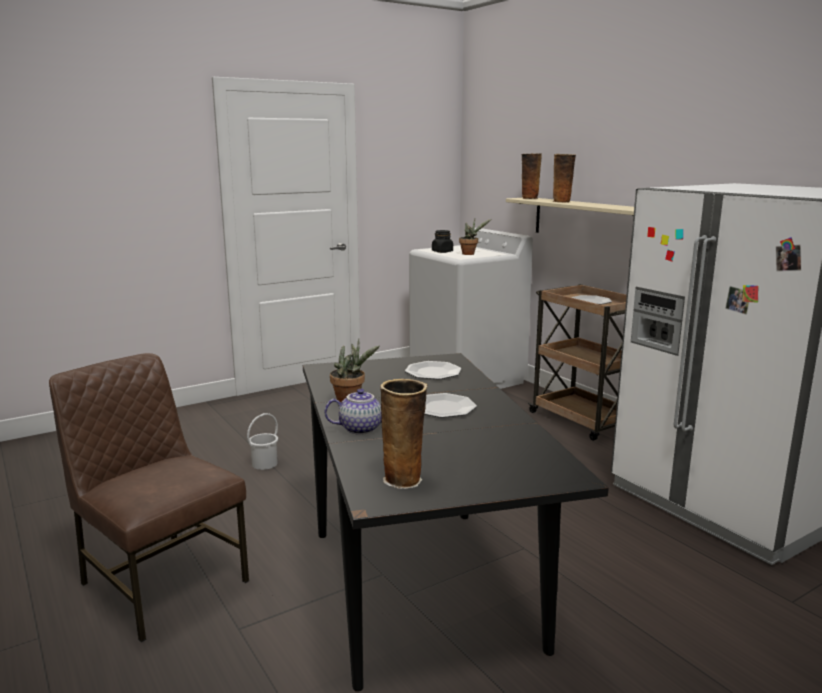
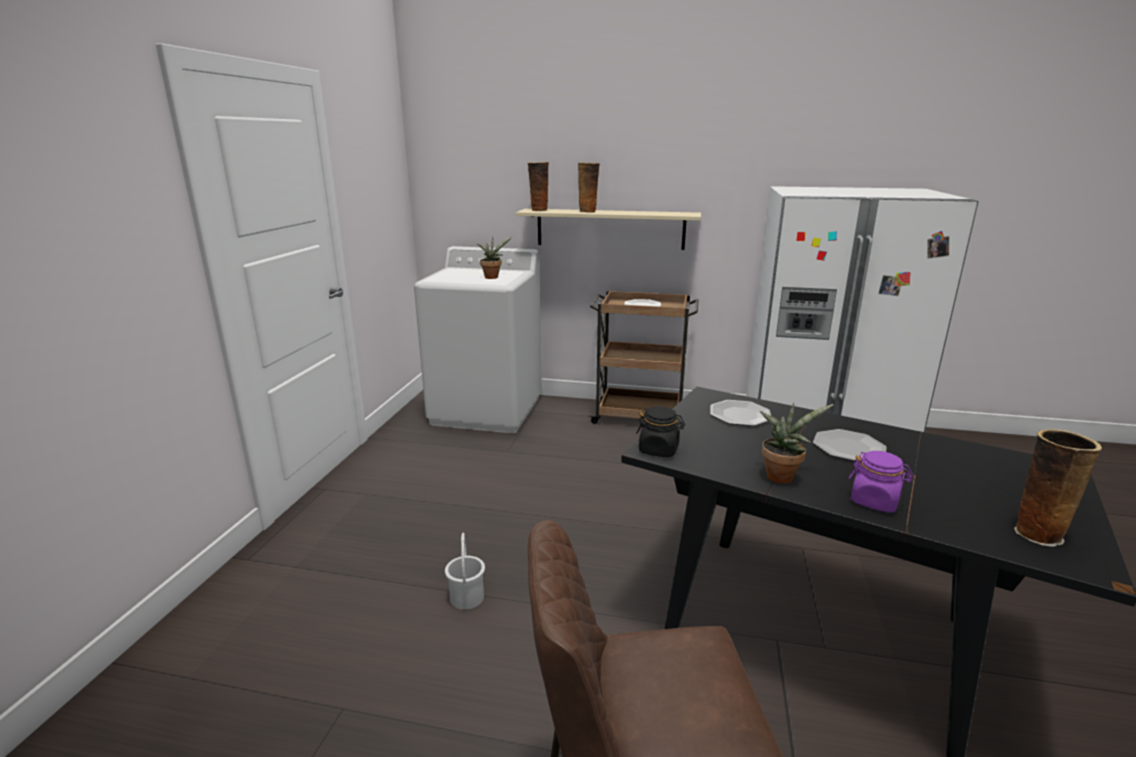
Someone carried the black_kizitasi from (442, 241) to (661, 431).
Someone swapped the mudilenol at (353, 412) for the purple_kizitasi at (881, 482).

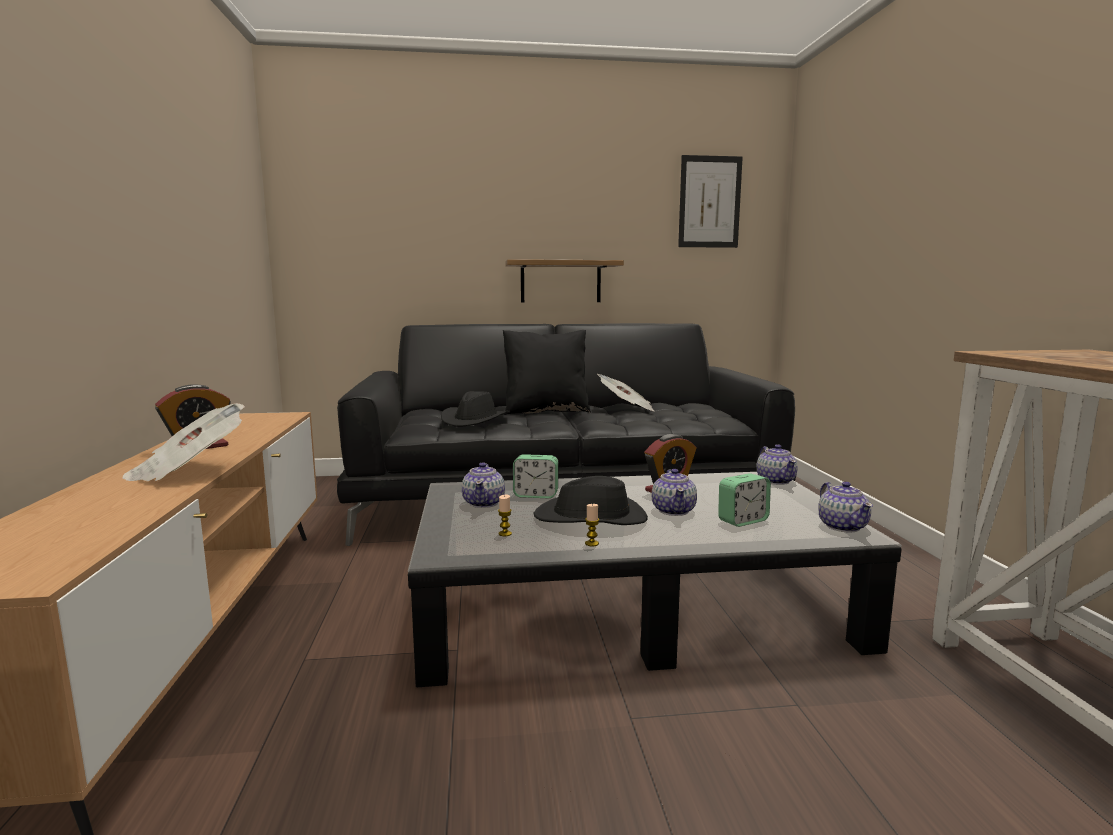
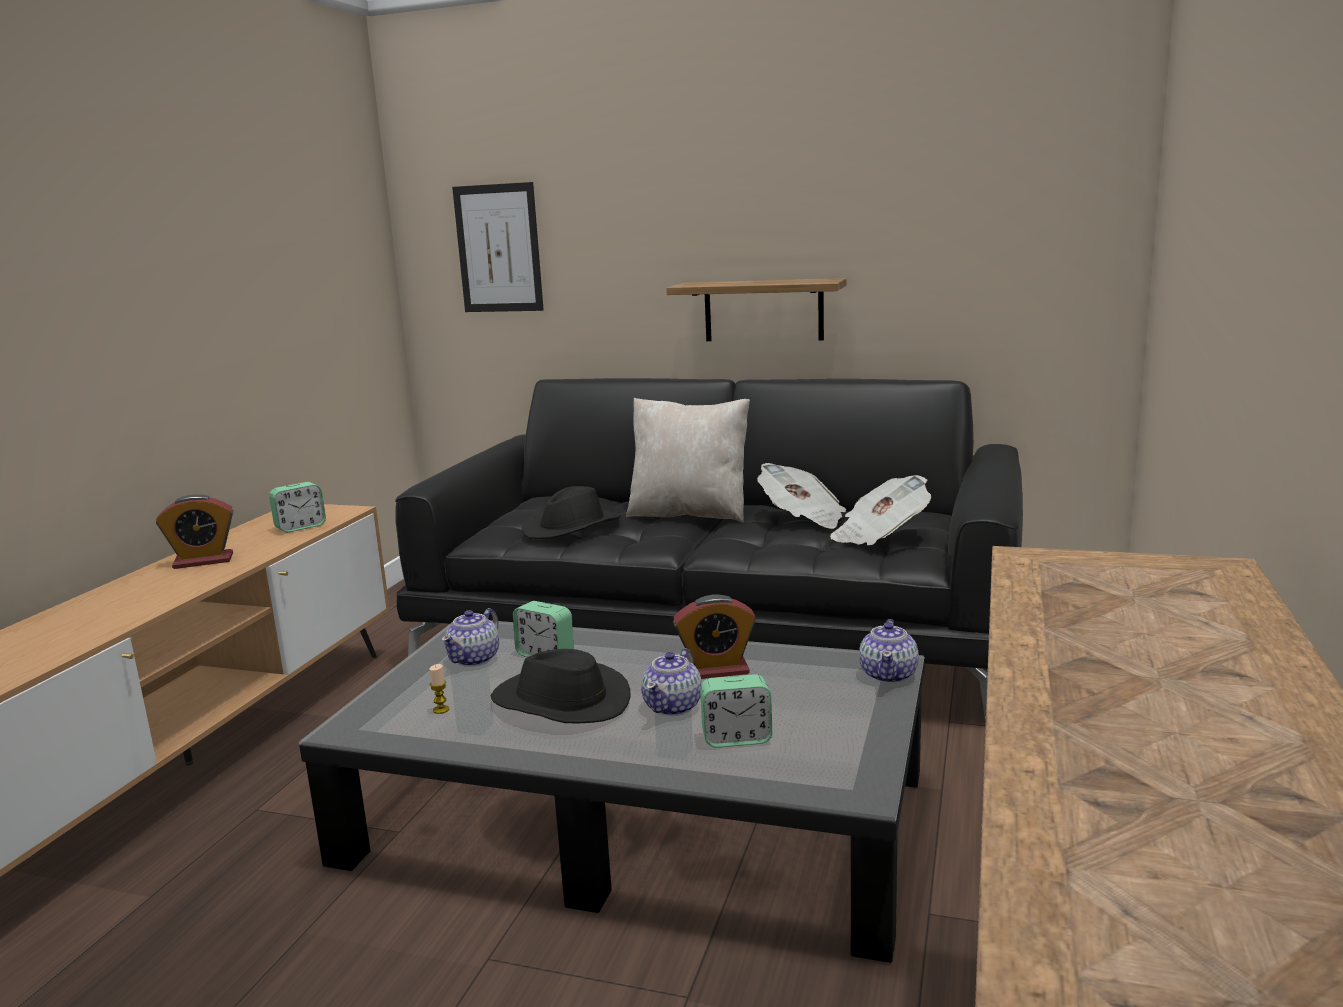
Someone put down the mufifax at (297, 507).
Someone carried the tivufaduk from (710, 201) to (498, 247).
Someone repainted the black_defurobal at (547, 372), which became the beige_defurobal at (688, 460).
Someone carried the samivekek from (183, 442) to (880, 510).
Someone took away the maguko at (592, 525).
Someone took away the mudilenol at (845, 506).

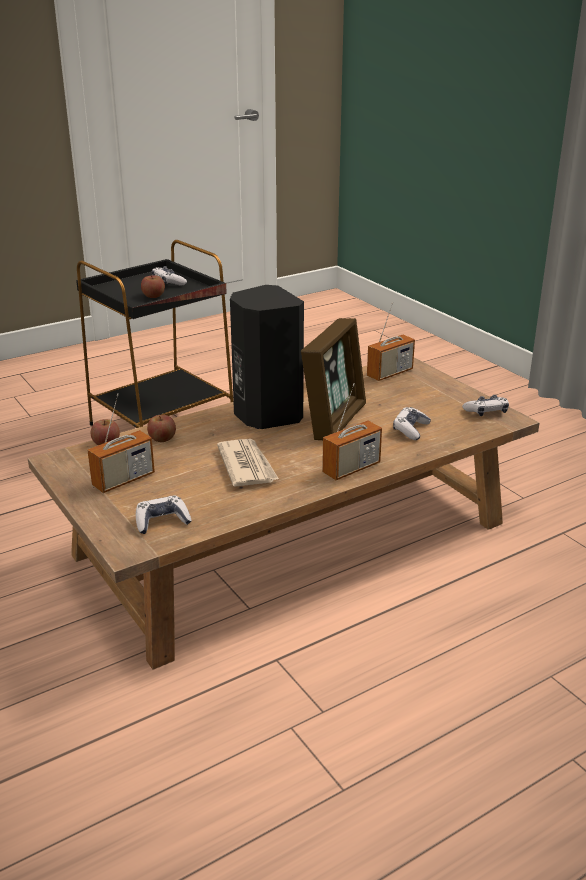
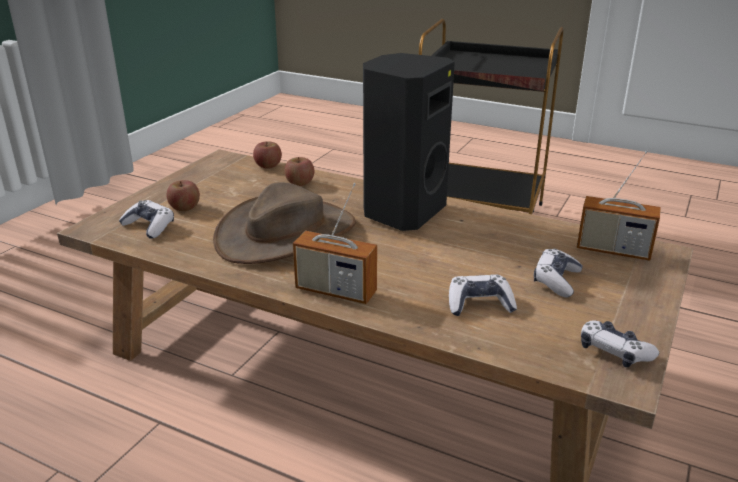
Someone carried the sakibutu from (153, 286) to (183, 195).
Someone swapped the samivekek at (248, 463) for the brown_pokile at (284, 223).
Someone carried the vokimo from (169, 276) to (558, 273).
Someone took away the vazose at (121, 443).
Someone took away the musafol at (333, 379).

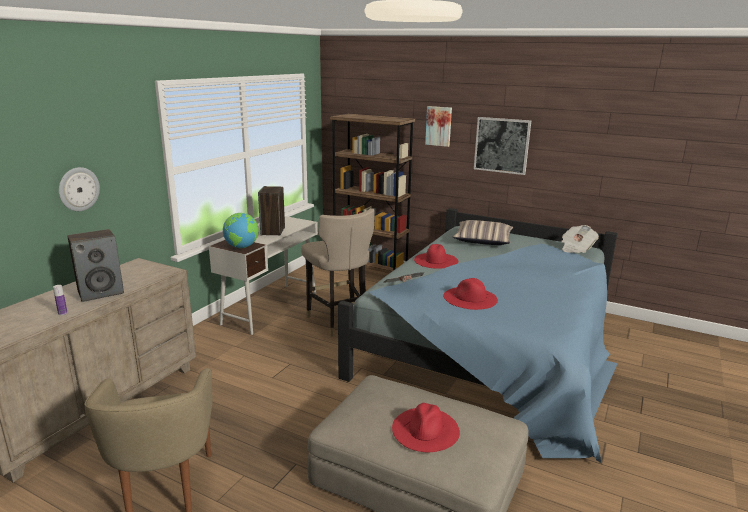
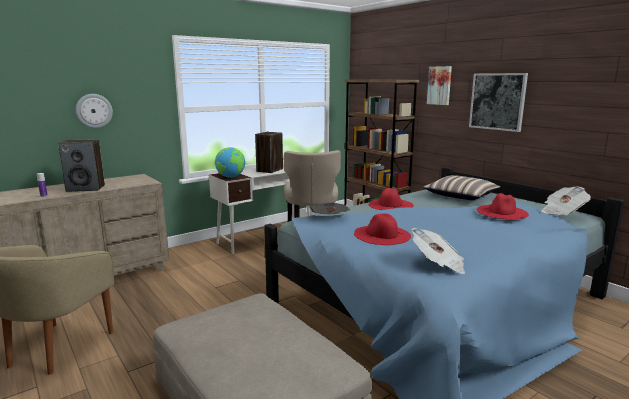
Someone put down the samivekek at (438, 251).
Someone carried the red_pokile from (426, 427) to (503, 206).

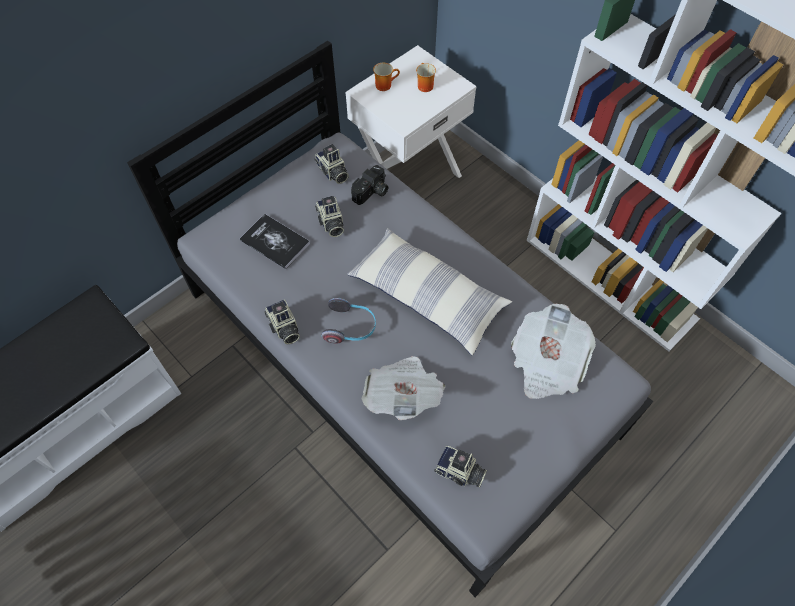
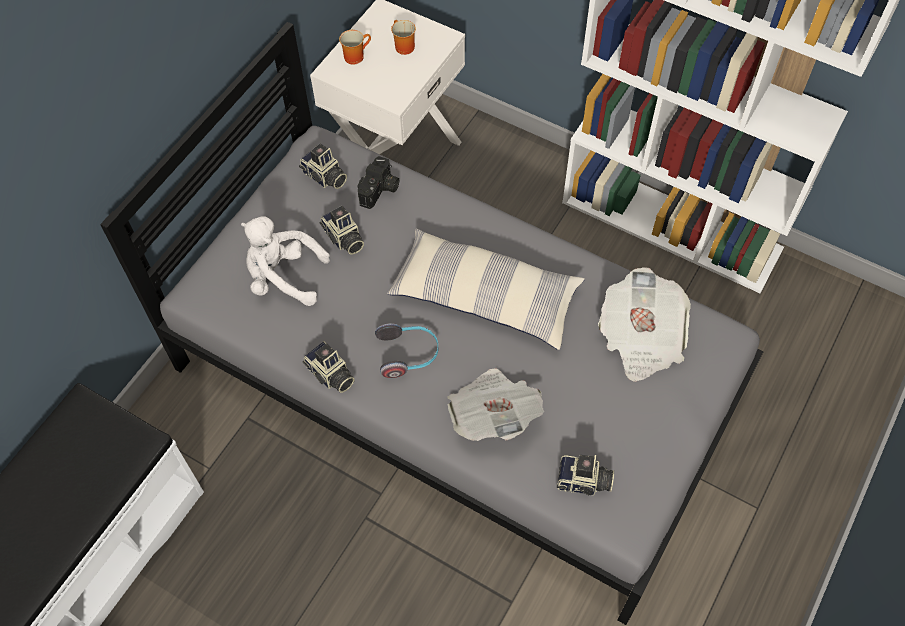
Someone swapped the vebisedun at (275, 241) for the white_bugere at (285, 261).

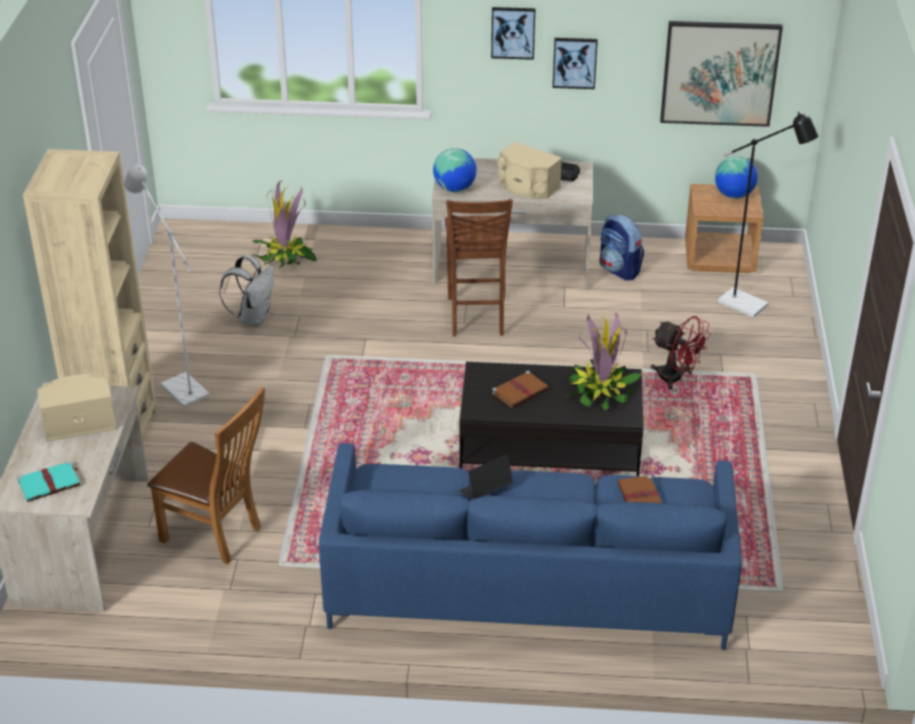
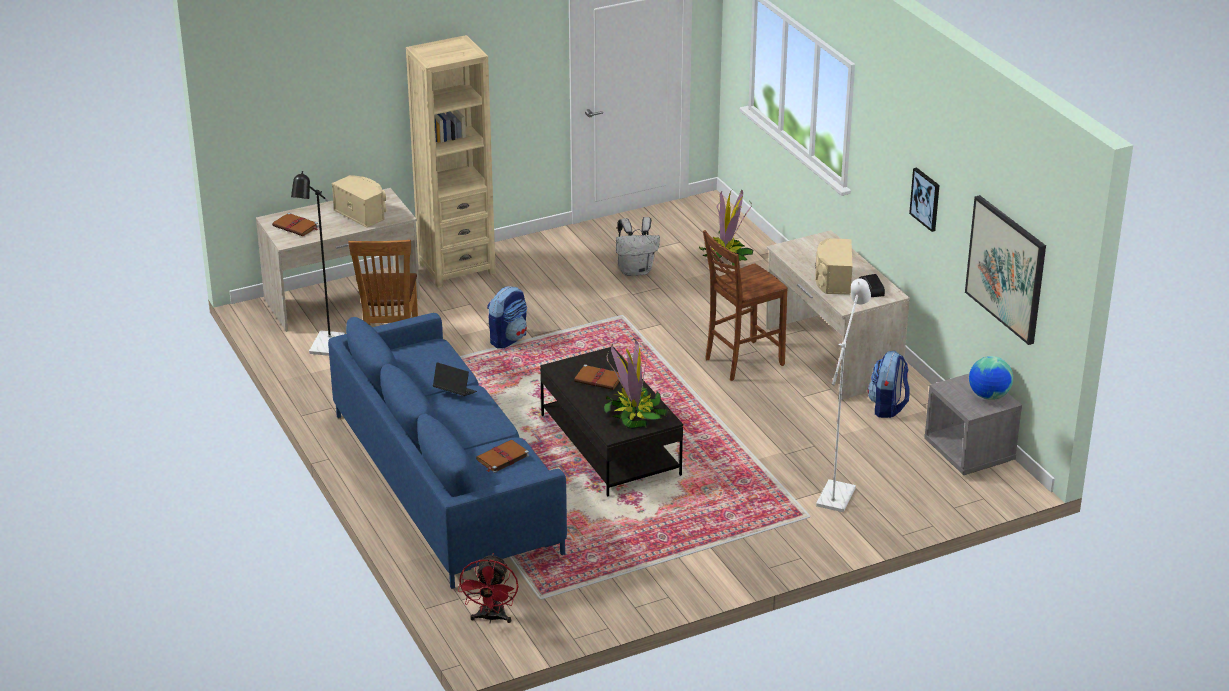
Someone repainted the turquoise_vebisedun at (48, 481), which became the brown_vebisedun at (295, 224).
Someone carried the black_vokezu from (768, 215) to (318, 263).
Someone carried the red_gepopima from (681, 352) to (488, 588).
Someone put down the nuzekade at (507, 317).
Someone carried the white_vokezu from (167, 286) to (843, 395).
Someone repainted the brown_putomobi at (724, 228), which became the grey_putomobi at (973, 424).
Someone took away the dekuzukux at (455, 170).
Someone took away the tivufaduk at (513, 33).

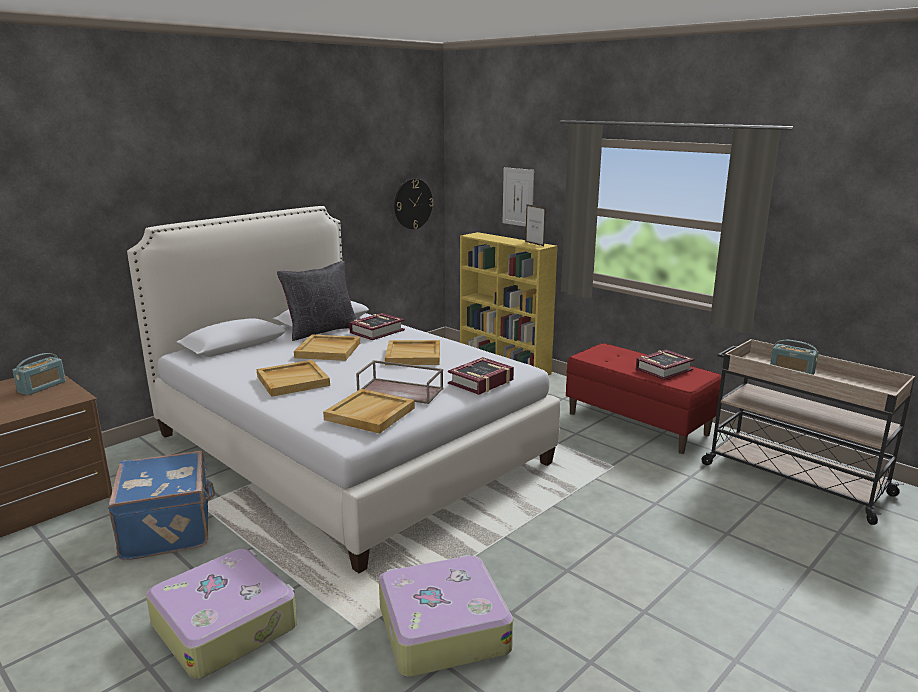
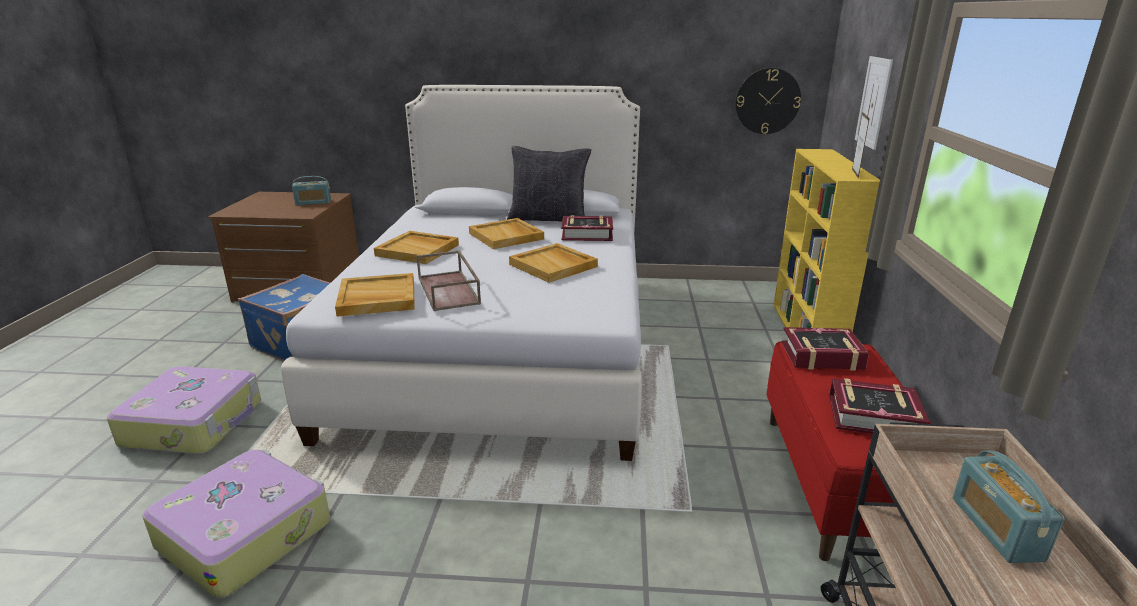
Someone carried the vebisedun from (481, 376) to (825, 349).

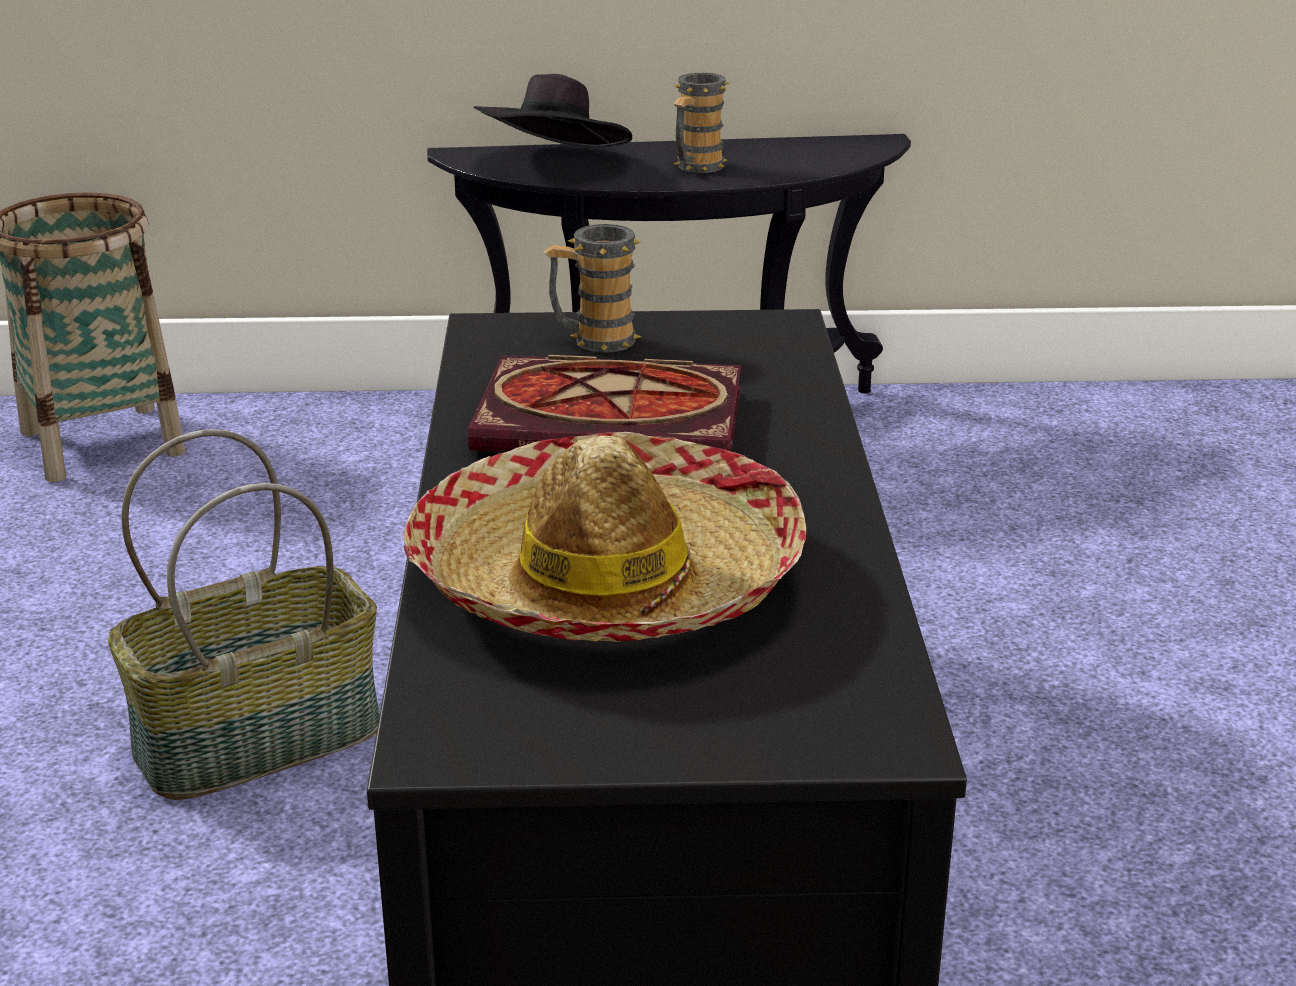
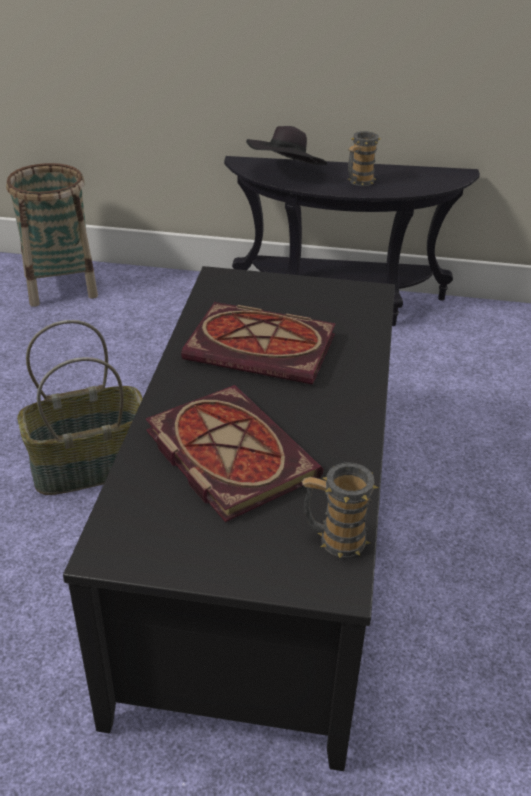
Someone swapped the pokile at (604, 537) for the vebisedun at (234, 453).
Someone carried the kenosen from (592, 288) to (340, 510).

